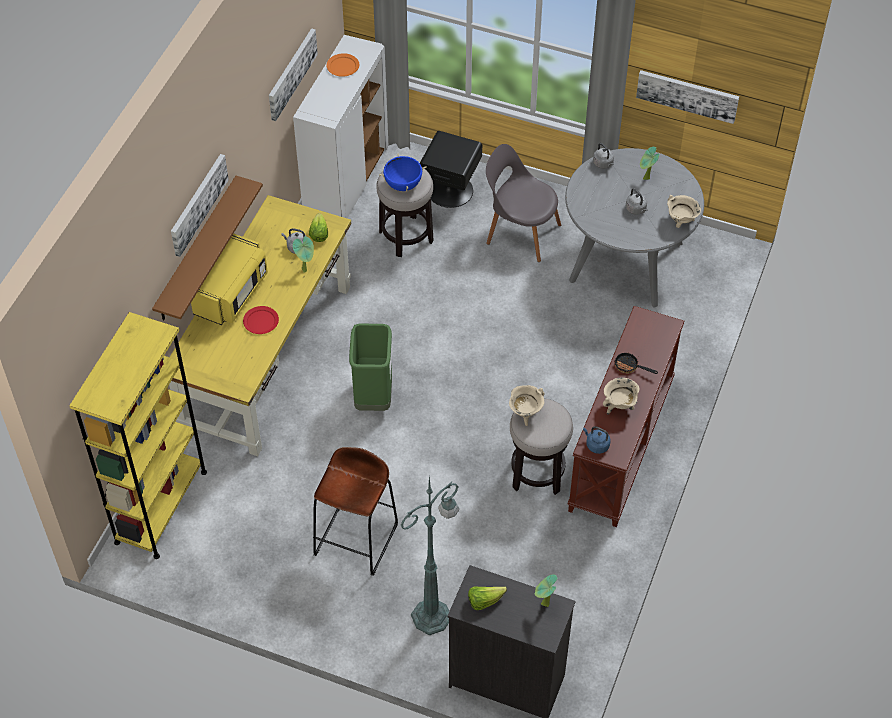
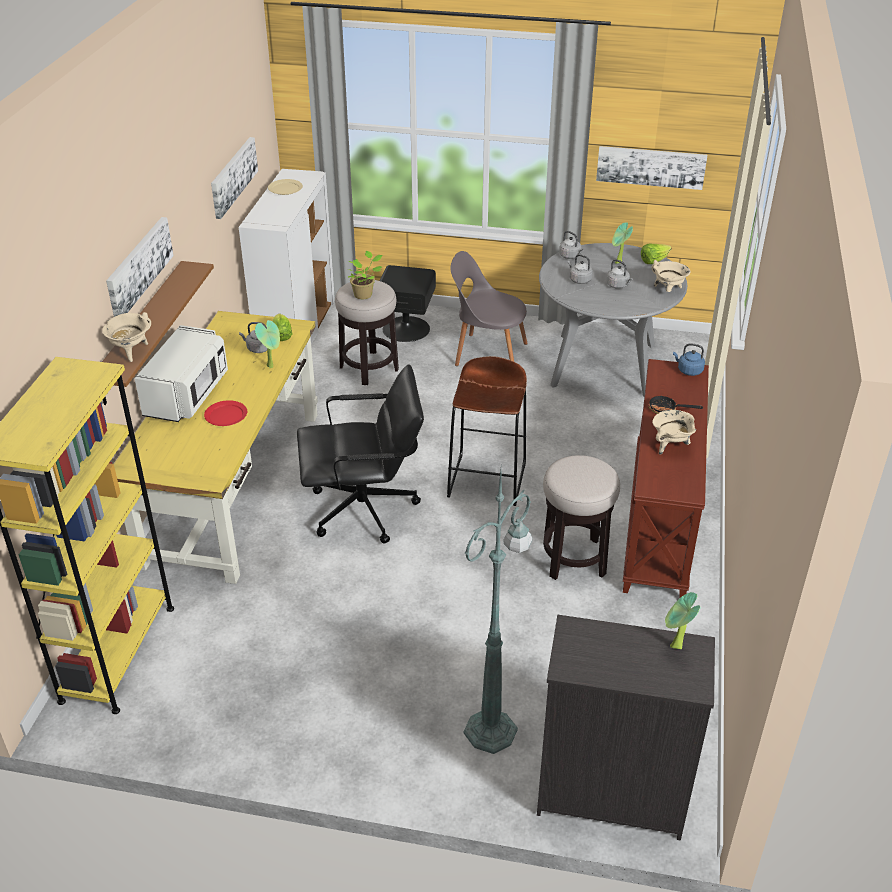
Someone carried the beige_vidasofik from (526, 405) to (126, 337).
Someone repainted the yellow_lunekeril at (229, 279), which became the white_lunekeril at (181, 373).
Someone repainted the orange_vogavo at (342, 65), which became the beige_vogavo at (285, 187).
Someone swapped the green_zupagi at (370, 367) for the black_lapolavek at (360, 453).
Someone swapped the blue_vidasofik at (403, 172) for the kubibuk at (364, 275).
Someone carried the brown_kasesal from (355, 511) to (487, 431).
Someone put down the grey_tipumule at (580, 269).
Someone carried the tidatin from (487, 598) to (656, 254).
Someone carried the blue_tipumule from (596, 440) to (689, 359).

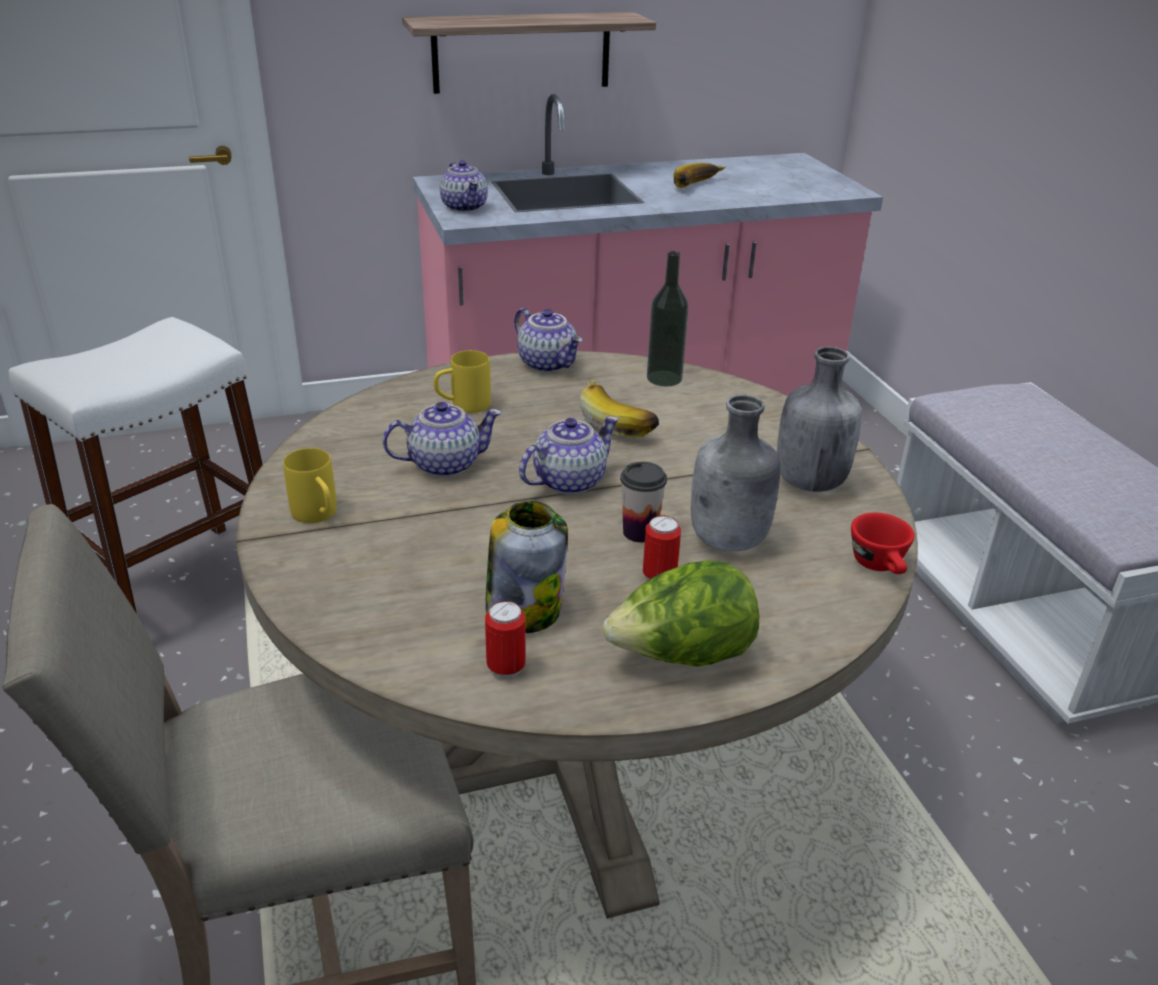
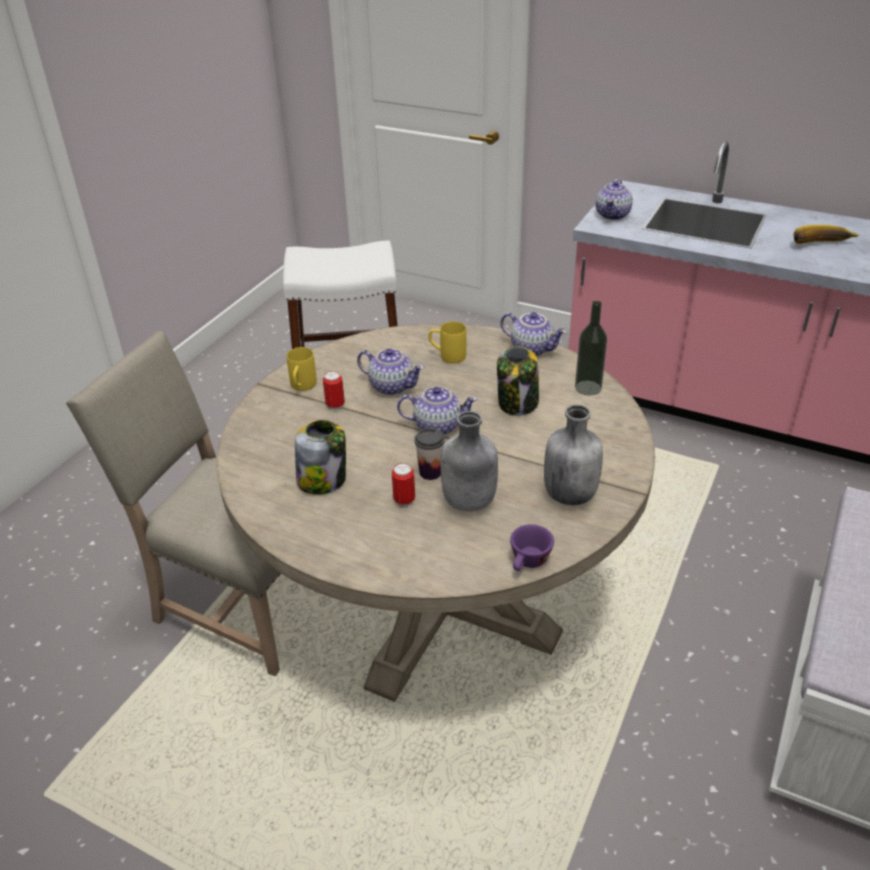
Someone carried the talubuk from (505, 639) to (334, 390).
Someone swapped the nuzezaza at (619, 408) for the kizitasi at (518, 381).
Someone rotated the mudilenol at (548, 340) by 60 degrees counterclockwise.
Someone repainted the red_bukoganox at (883, 543), which became the purple_bukoganox at (532, 547).
Someone took away the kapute at (529, 53).
Someone took away the tidatin at (681, 613).

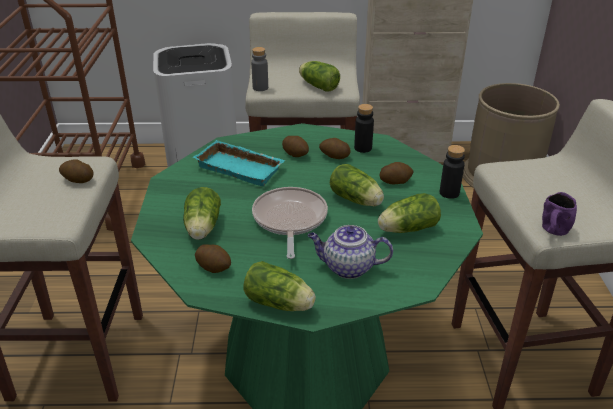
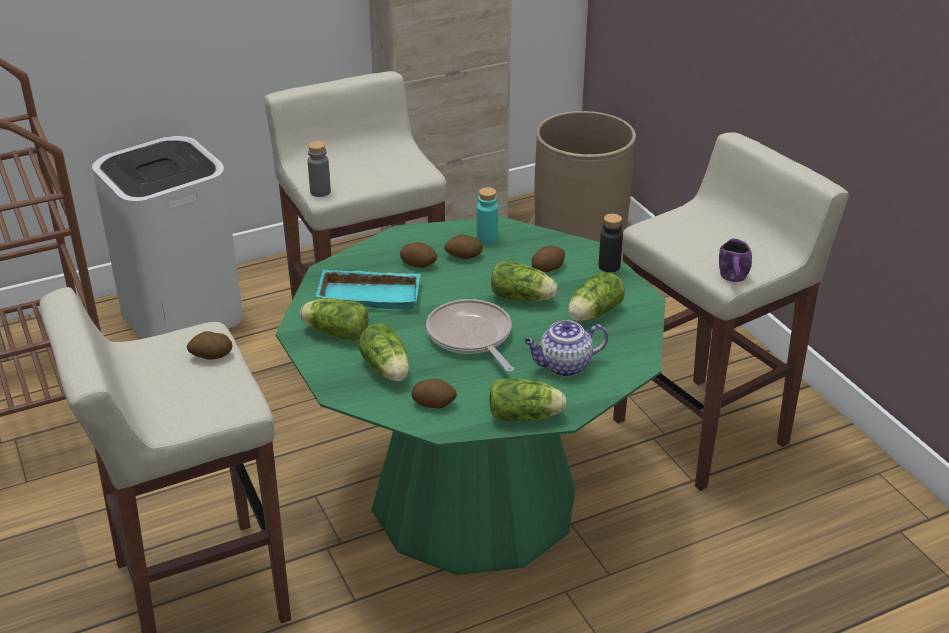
Someone carried the tidatin from (319, 76) to (334, 319).
Someone repainted the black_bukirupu at (364, 128), which became the turquoise_bukirupu at (487, 216).

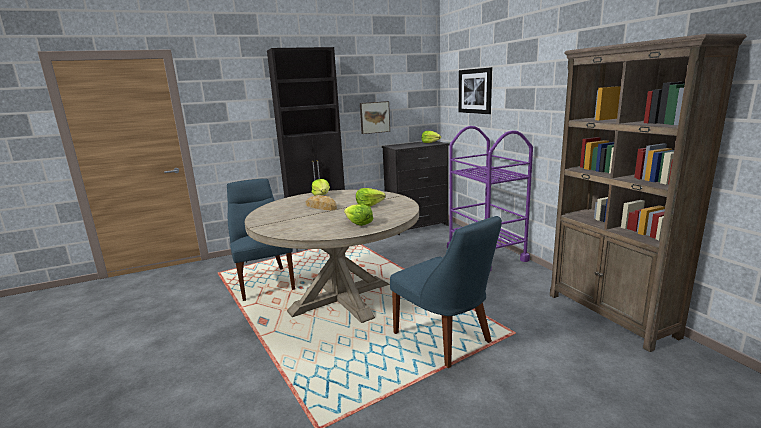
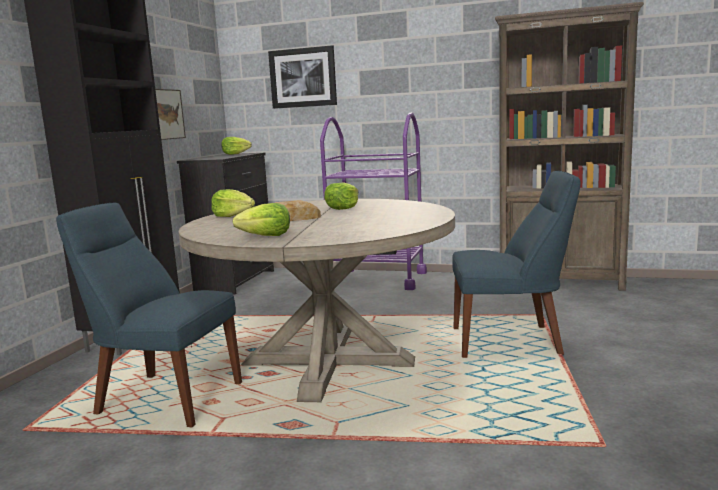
Someone carried the tidatin from (358, 215) to (261, 219).

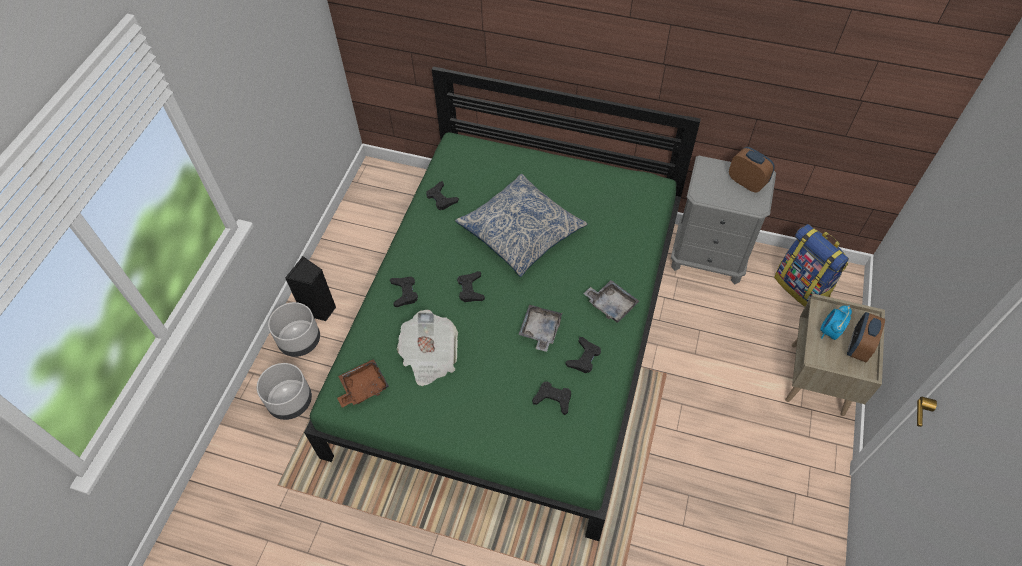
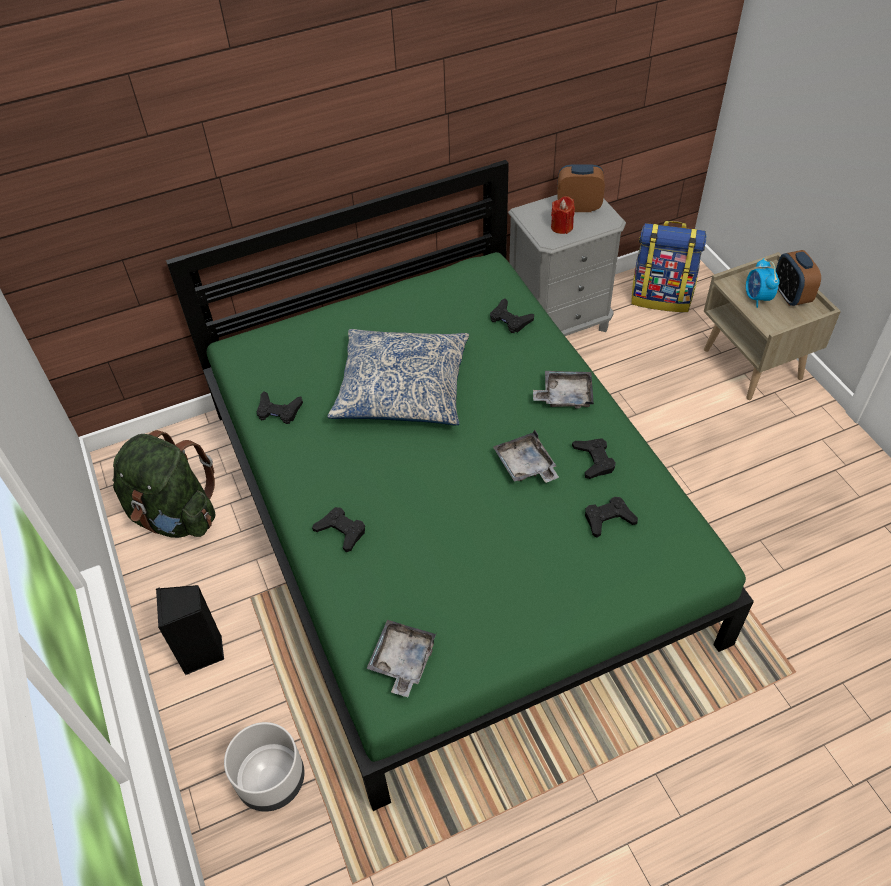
Someone put down the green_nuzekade at (164, 484).
Someone repainted the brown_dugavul at (363, 383), which became the grey_dugavul at (401, 658).
Someone carried the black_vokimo from (471, 286) to (512, 315).
Someone put down the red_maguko at (563, 215).
Someone took away the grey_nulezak at (294, 329).
Someone took away the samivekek at (427, 348).

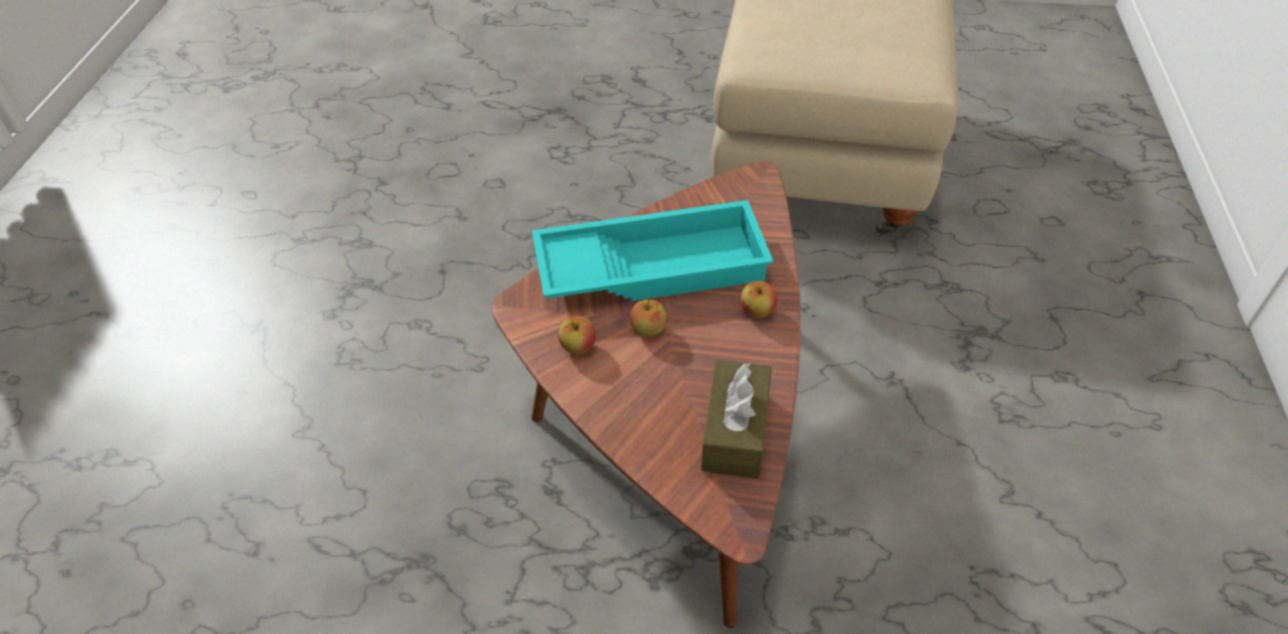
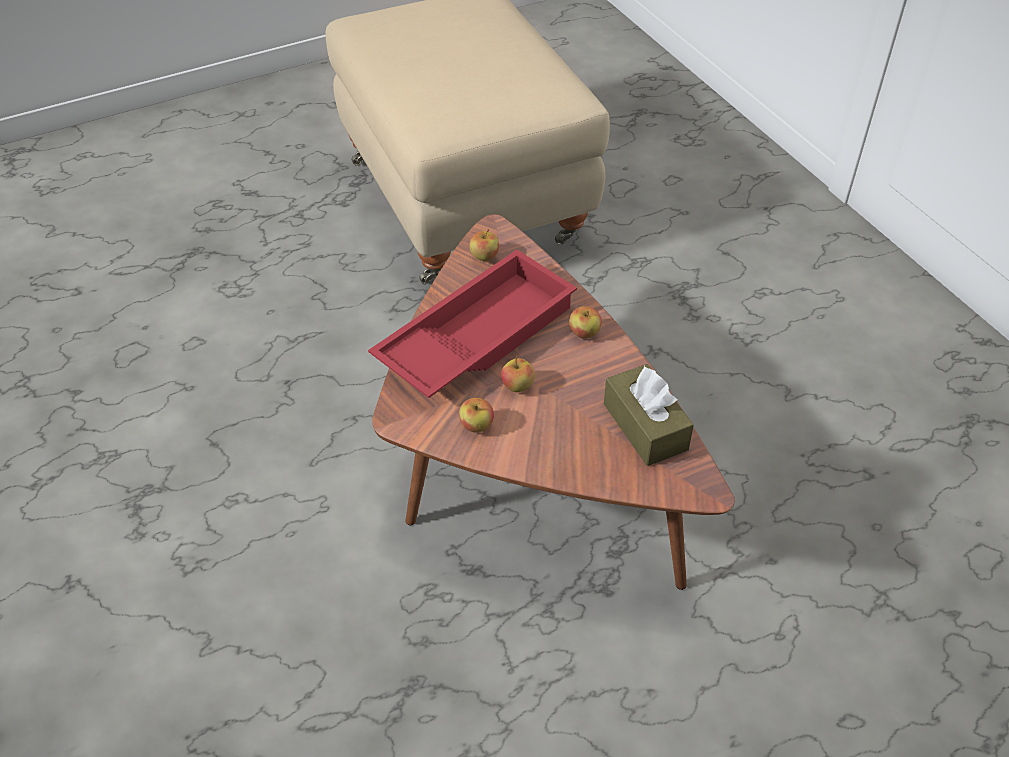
Someone repainted the turquoise_dugavul at (653, 250), which became the red_dugavul at (472, 324).
Someone put down the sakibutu at (484, 245).

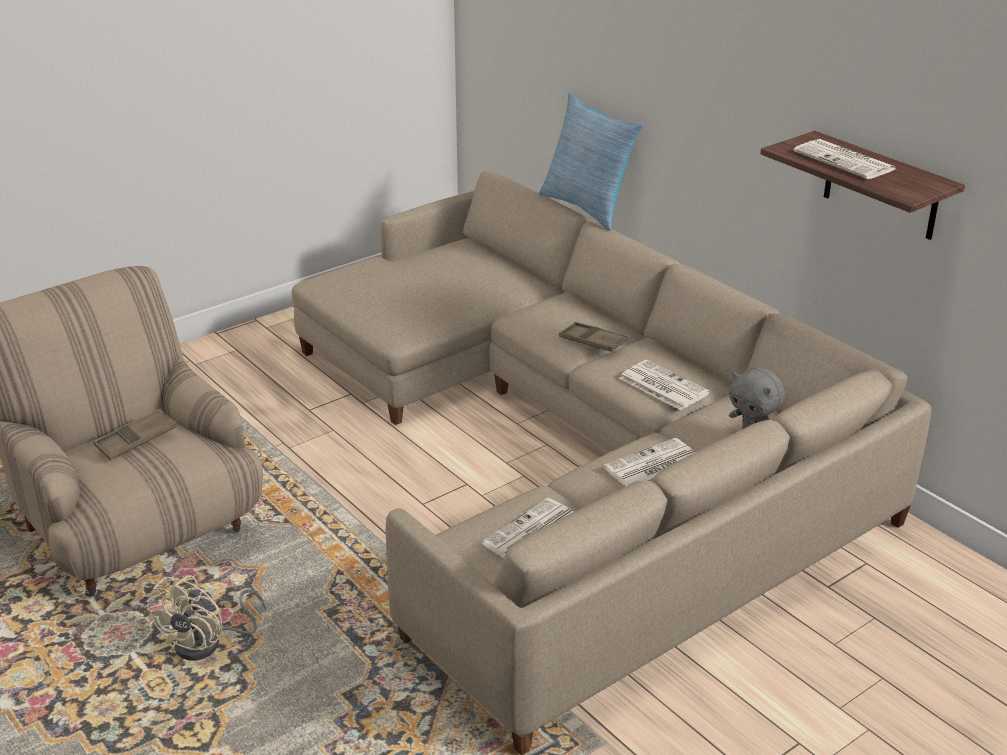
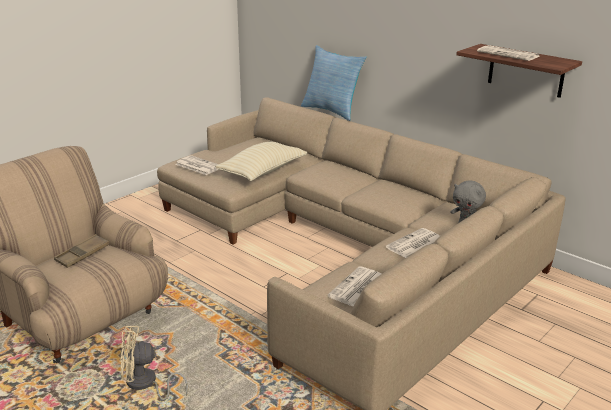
Someone rotated the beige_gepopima at (206, 617) by 75 degrees clockwise.
Someone carried the samivekek from (664, 385) to (196, 165).
Someone put down the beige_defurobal at (261, 161).
Someone took away the brown_dugavul at (593, 337).

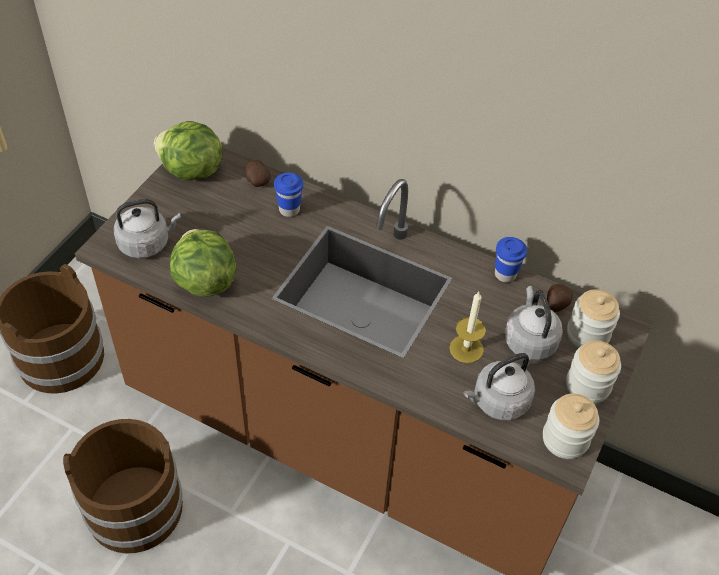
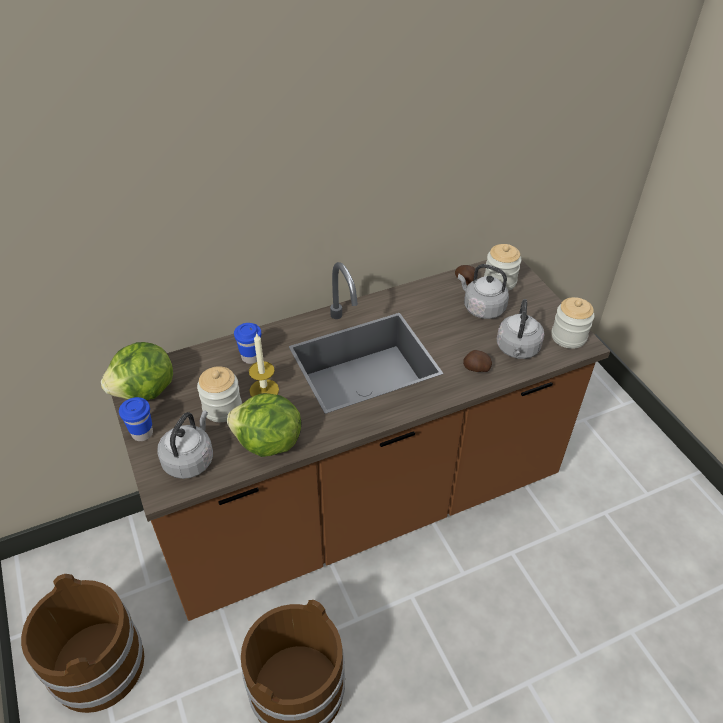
Someone carried the blue_bukoganox from (511, 259) to (136, 419).
Someone carried the kizitasi from (593, 372) to (219, 394).
Someone carried the maguko from (467, 327) to (264, 365).
Someone carried the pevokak from (258, 173) to (477, 361).

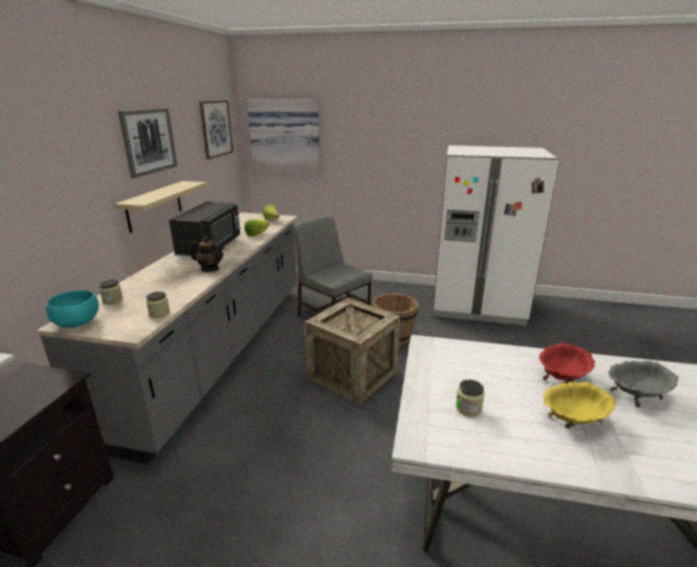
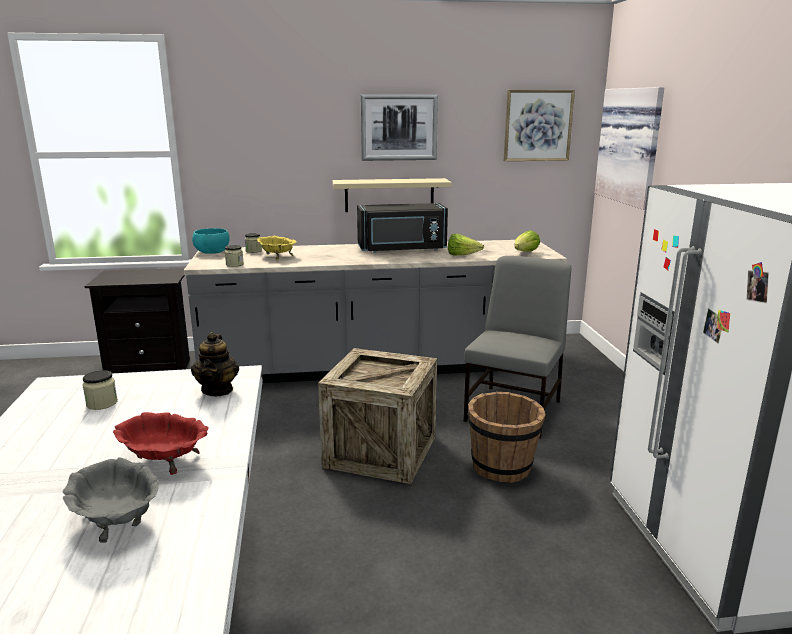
Someone carried the mudilenol from (207, 254) to (215, 364).
Someone carried the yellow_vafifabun from (579, 405) to (276, 248).

